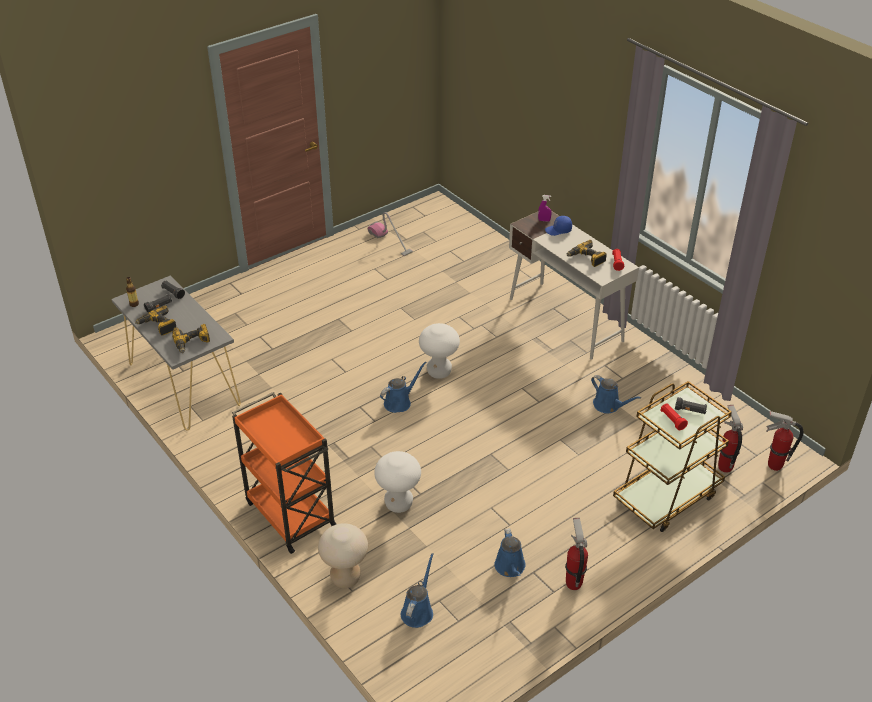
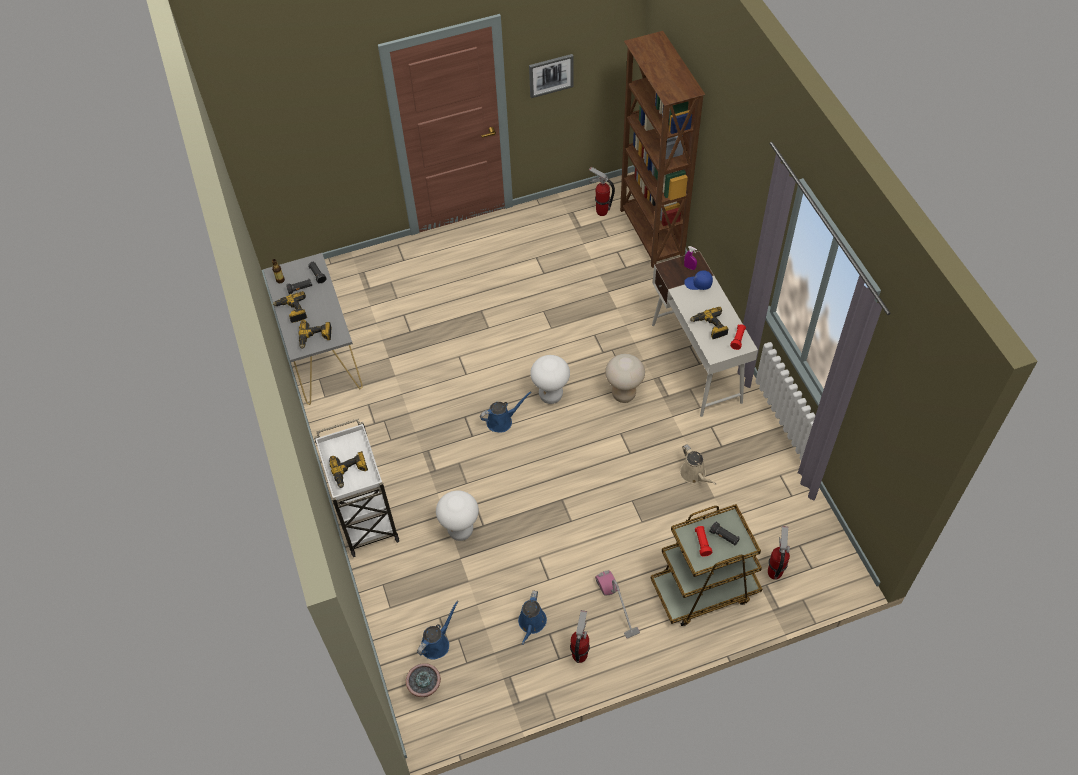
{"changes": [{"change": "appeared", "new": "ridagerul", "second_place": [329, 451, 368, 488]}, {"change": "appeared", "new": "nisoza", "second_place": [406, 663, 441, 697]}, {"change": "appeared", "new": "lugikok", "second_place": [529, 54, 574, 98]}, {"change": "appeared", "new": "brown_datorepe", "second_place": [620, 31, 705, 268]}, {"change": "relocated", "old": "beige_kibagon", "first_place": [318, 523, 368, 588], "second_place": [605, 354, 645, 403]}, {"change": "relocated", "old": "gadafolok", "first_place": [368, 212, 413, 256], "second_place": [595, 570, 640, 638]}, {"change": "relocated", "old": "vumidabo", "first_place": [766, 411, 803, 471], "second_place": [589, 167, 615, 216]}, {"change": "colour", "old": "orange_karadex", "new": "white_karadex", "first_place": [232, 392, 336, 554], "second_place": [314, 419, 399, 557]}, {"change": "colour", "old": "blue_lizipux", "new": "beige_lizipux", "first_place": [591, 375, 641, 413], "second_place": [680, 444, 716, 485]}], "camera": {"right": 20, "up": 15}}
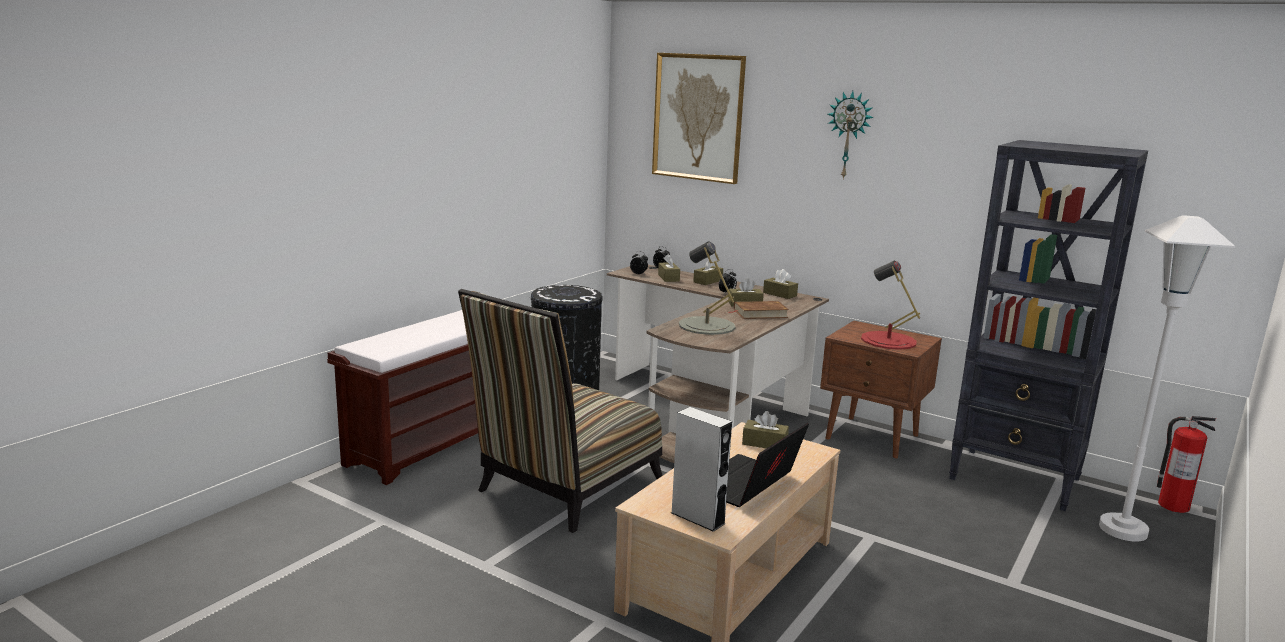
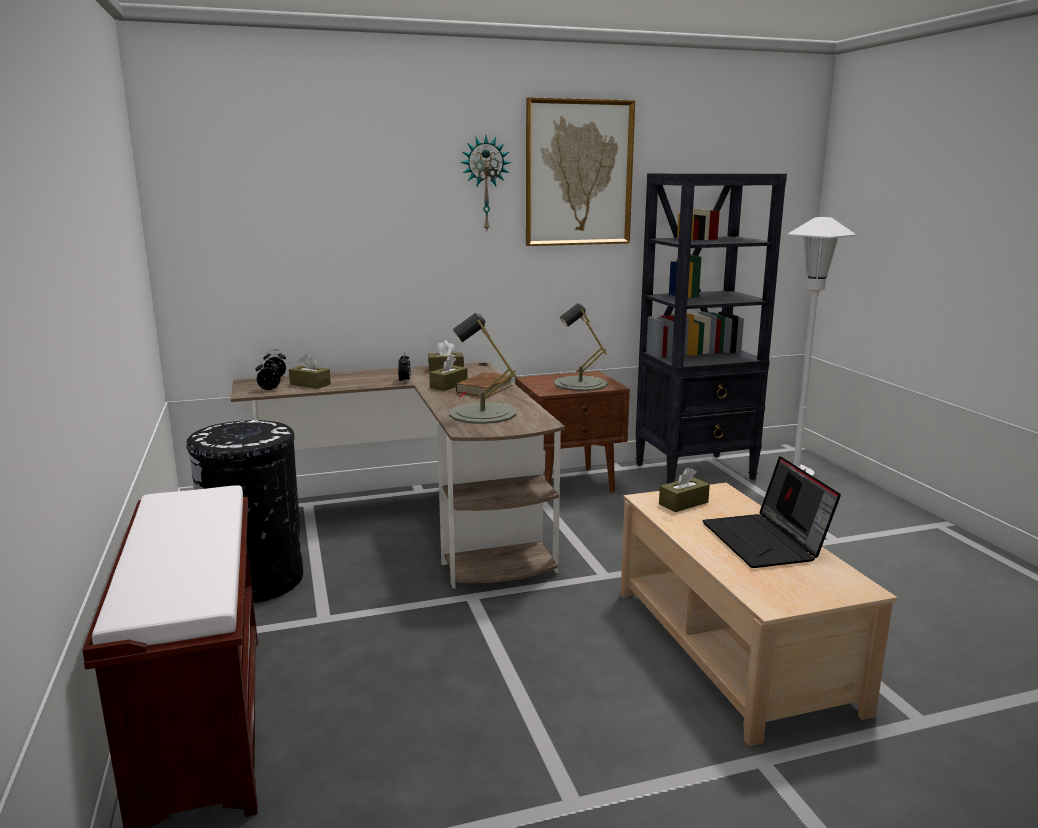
{"changes": [{"change": "missing", "old": "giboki", "first_place": [458, 289, 663, 533]}, {"change": "missing", "old": "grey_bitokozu", "first_place": [671, 407, 732, 532]}, {"change": "missing", "old": "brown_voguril", "first_place": [693, 257, 723, 285]}, {"change": "missing", "old": "vumidabo", "first_place": [1157, 416, 1216, 513]}, {"change": "relocated", "old": "lugikok", "first_place": [652, 53, 746, 184], "second_place": [526, 97, 635, 246]}, {"change": "colour", "old": "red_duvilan", "new": "grey_duvilan", "first_place": [861, 261, 920, 350], "second_place": [554, 303, 608, 391]}], "camera": {"right": -50, "up": 0}}
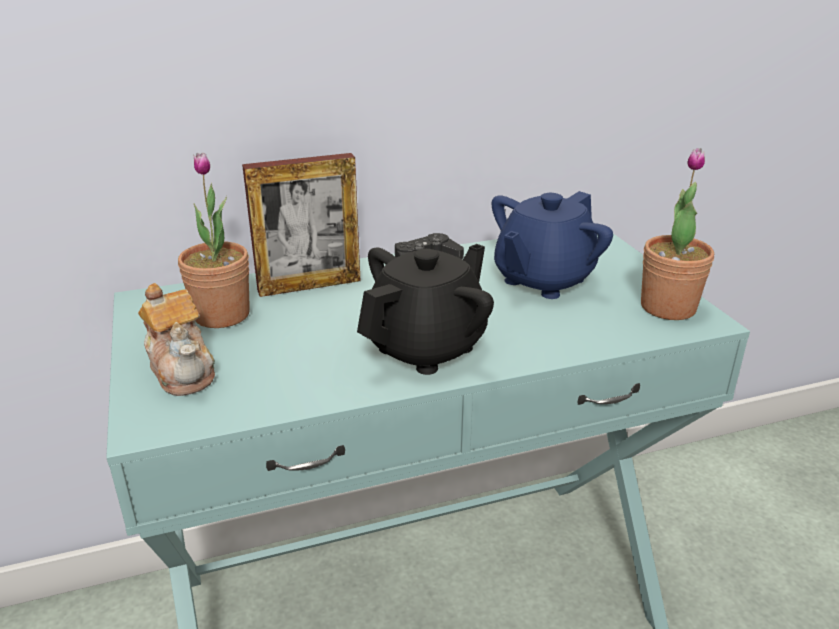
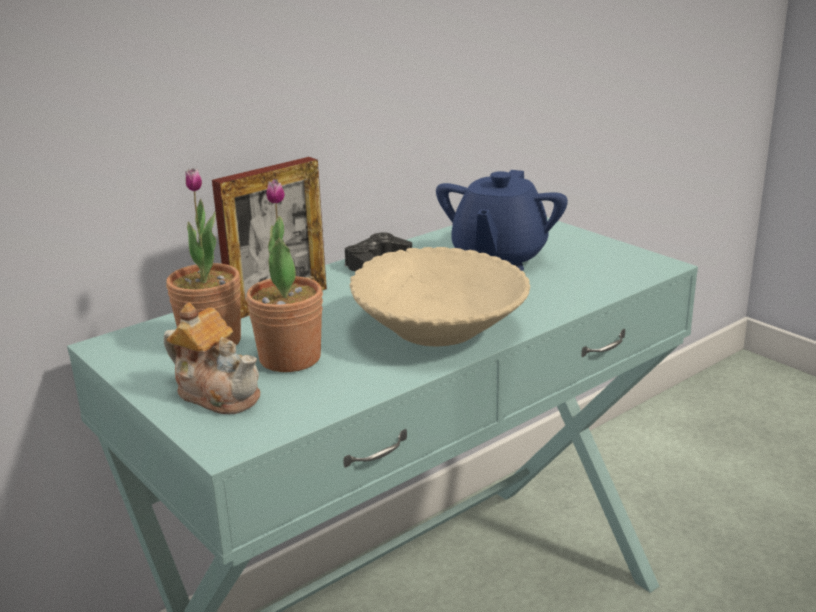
{"changes": [{"change": "relocated", "old": "nisoza", "first_place": [641, 148, 714, 320], "second_place": [246, 179, 323, 372]}, {"change": "exchanged", "old": "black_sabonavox", "new": "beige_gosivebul", "first_place": [357, 244, 494, 375], "second_place": [349, 247, 530, 346]}], "camera": {"right": -20, "up": -5}}
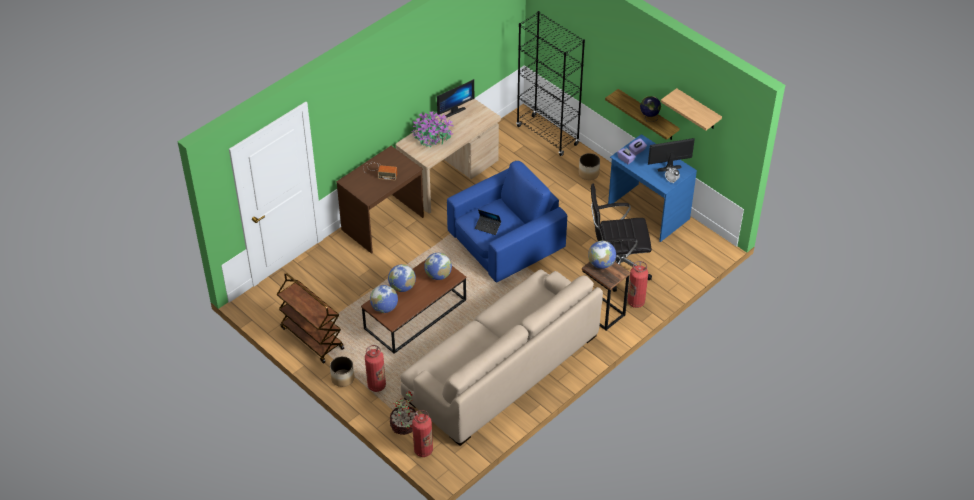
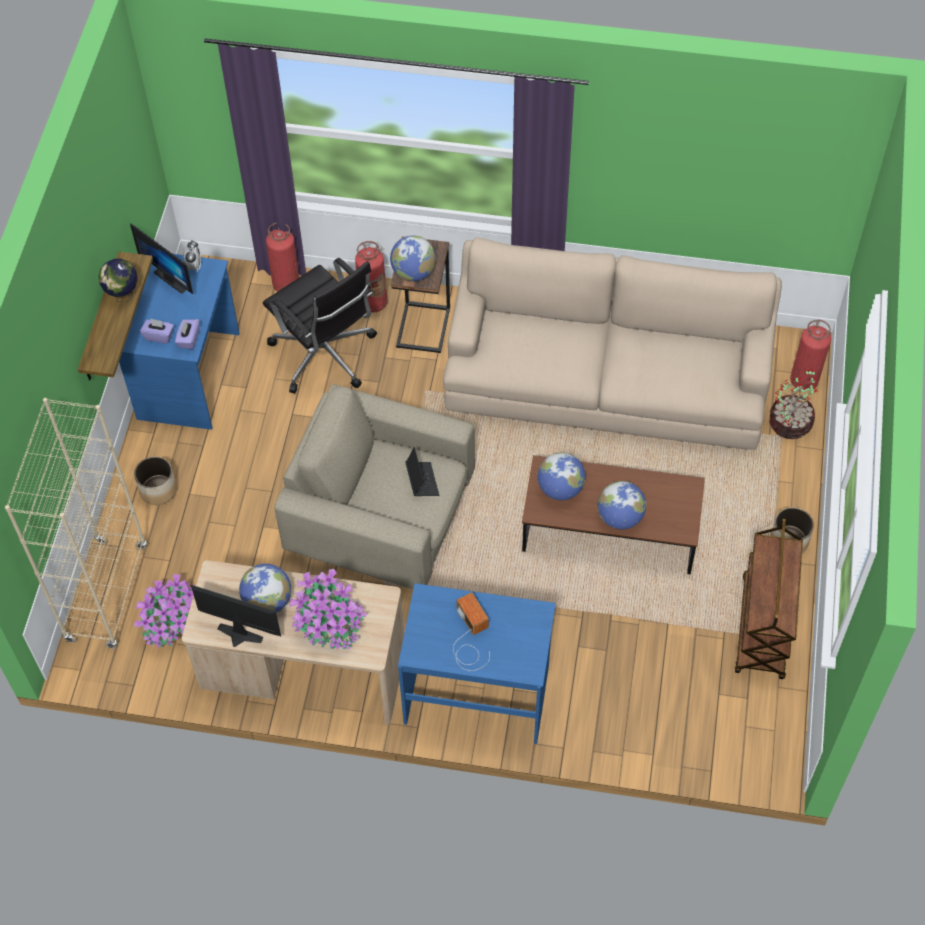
{"changes": [{"change": "missing", "old": "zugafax", "first_place": [661, 88, 722, 131]}, {"change": "appeared", "new": "nisoza", "second_place": [134, 574, 195, 648]}, {"change": "relocated", "old": "vumidabo", "first_place": [365, 345, 386, 392], "second_place": [266, 223, 299, 292]}, {"change": "relocated", "old": "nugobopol", "first_place": [370, 285, 398, 313], "second_place": [239, 564, 291, 613]}, {"change": "colour", "old": "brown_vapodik", "new": "blue_vapodik", "first_place": [336, 146, 424, 254], "second_place": [398, 583, 556, 744]}, {"change": "colour", "old": "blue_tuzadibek", "new": "beige_tuzadibek", "first_place": [447, 161, 567, 282], "second_place": [274, 384, 475, 589]}, {"change": "colour", "old": "black_datorepe", "new": "beige_datorepe", "first_place": [516, 11, 585, 156], "second_place": [5, 398, 147, 649]}], "camera": {"right": -125, "up": 10}}
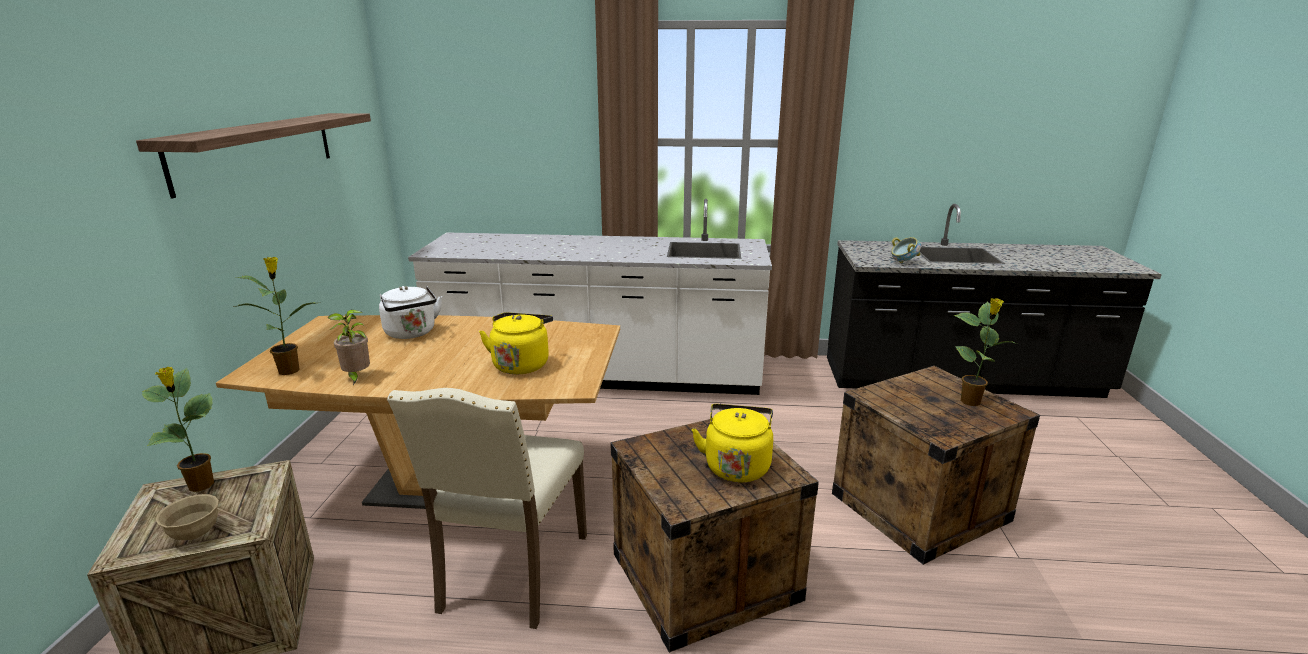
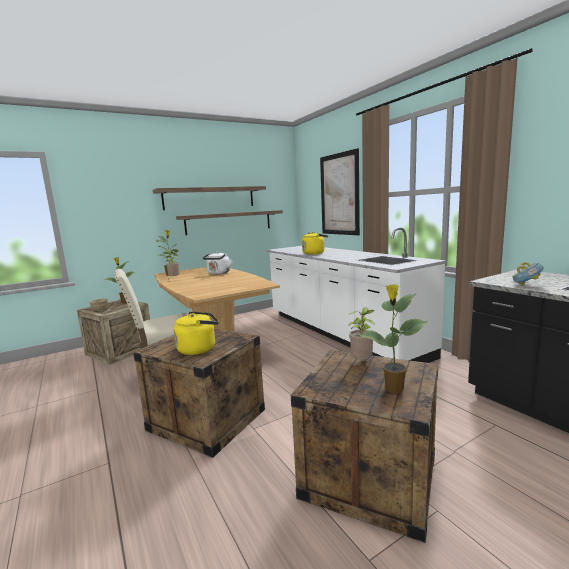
{"changes": [{"change": "appeared", "new": "zugafax", "second_place": [176, 210, 283, 235]}, {"change": "appeared", "new": "lugikok", "second_place": [320, 148, 360, 235]}, {"change": "appeared", "new": "nisoza", "second_place": [348, 307, 375, 360]}, {"change": "relocated", "old": "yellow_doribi", "first_place": [479, 312, 553, 374], "second_place": [302, 232, 328, 254]}], "camera": {"right": 55, "up": -10}}
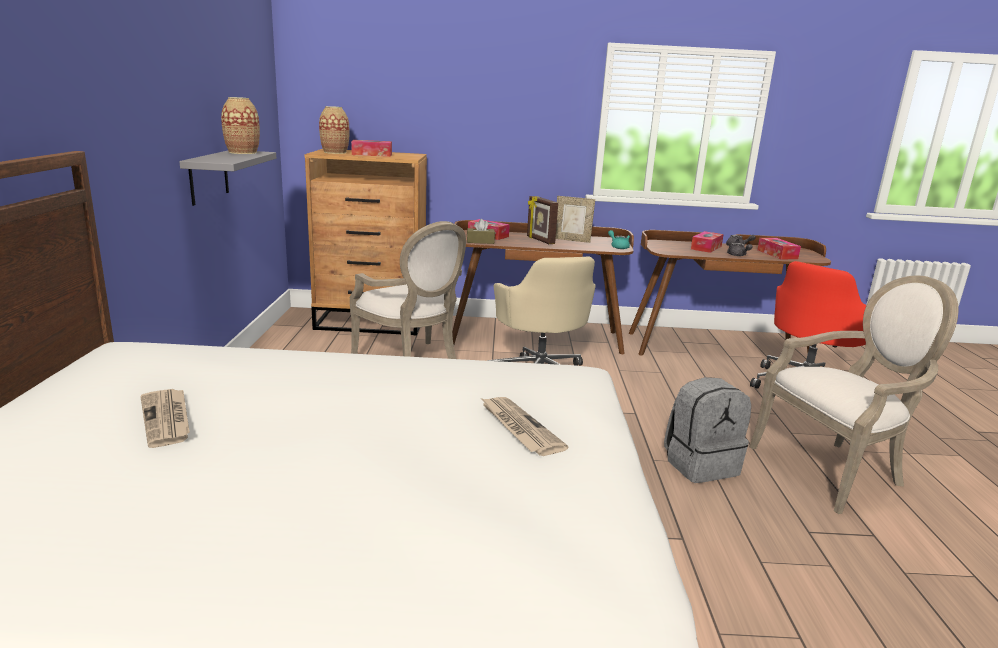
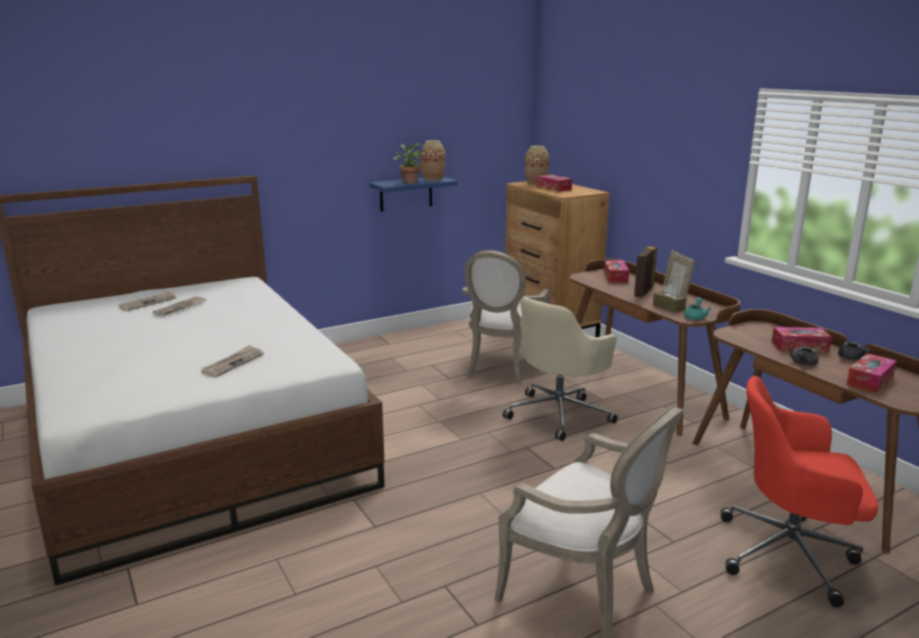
{"changes": [{"change": "missing", "old": "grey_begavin", "first_place": [664, 377, 751, 483]}, {"change": "appeared", "new": "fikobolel", "second_place": [119, 290, 176, 311]}, {"change": "appeared", "new": "nisoza", "second_place": [394, 143, 421, 183]}, {"change": "relocated", "old": "brown_voguril", "first_place": [467, 219, 495, 244], "second_place": [653, 284, 687, 313]}, {"change": "colour", "old": "grey_zugafax", "new": "blue_zugafax", "first_place": [179, 150, 276, 206], "second_place": [369, 177, 457, 212]}], "camera": {"right": 60, "up": 0}}
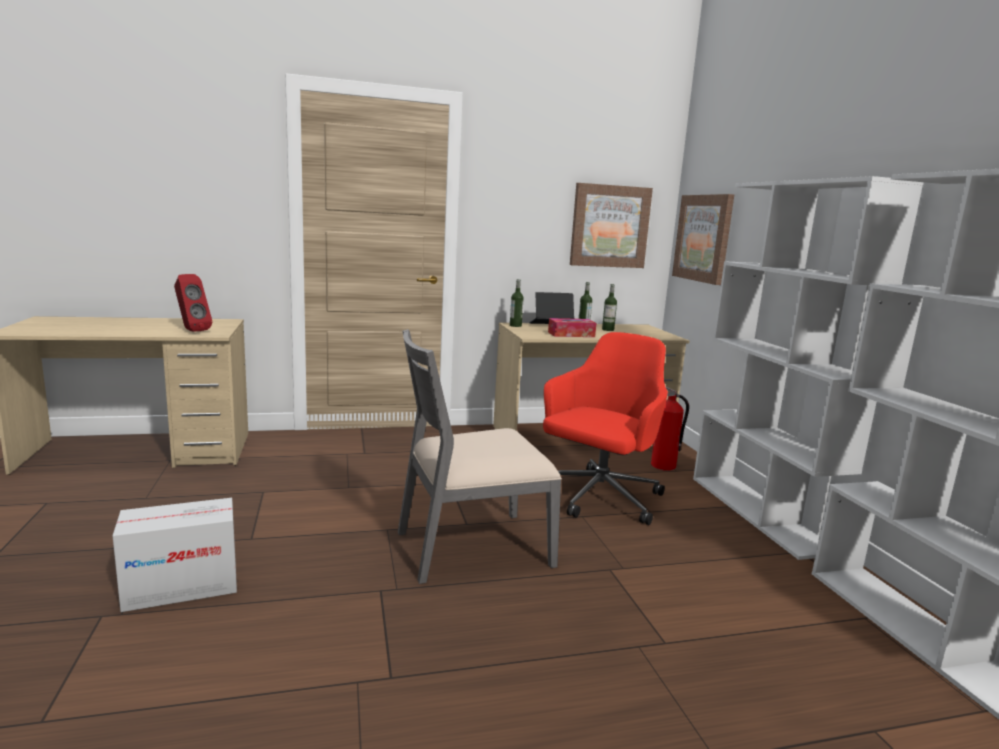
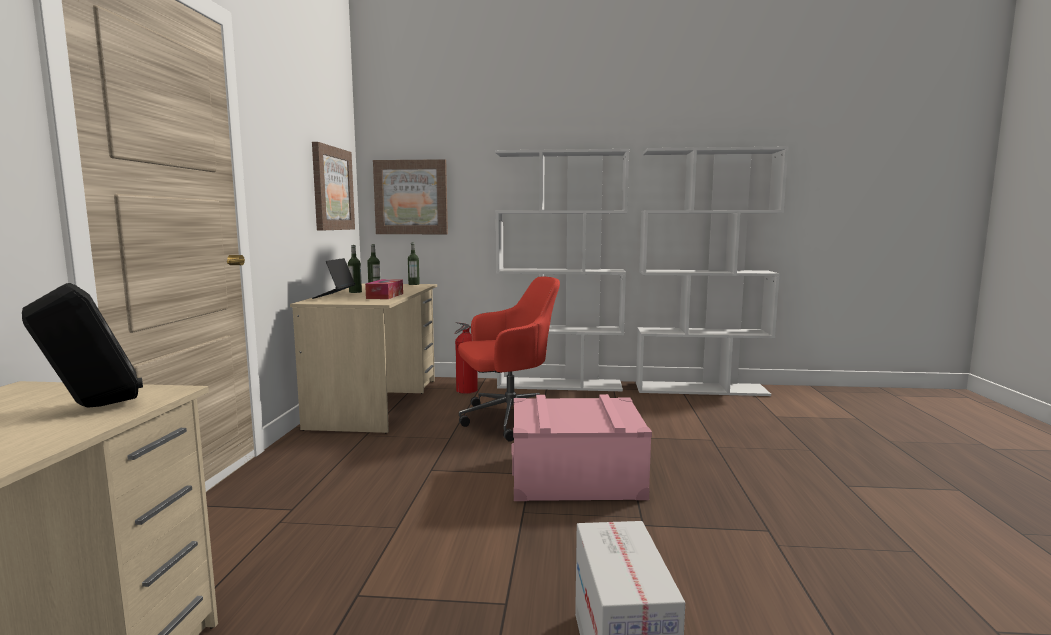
{"changes": [{"change": "relocated", "old": "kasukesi", "first_place": [510, 279, 524, 327], "second_place": [408, 242, 420, 285]}, {"change": "exchanged", "old": "grey_giboki", "new": "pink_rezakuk", "first_place": [398, 329, 562, 584], "second_place": [511, 394, 652, 501]}, {"change": "colour", "old": "red_bitokozu", "new": "black_bitokozu", "first_place": [174, 274, 212, 332], "second_place": [22, 283, 143, 408]}, {"change": "spun", "old": "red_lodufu", "first_place": [543, 332, 668, 525], "second_place": [458, 276, 560, 442], "degrees": 105}], "camera": {"right": -70, "up": -5}}
